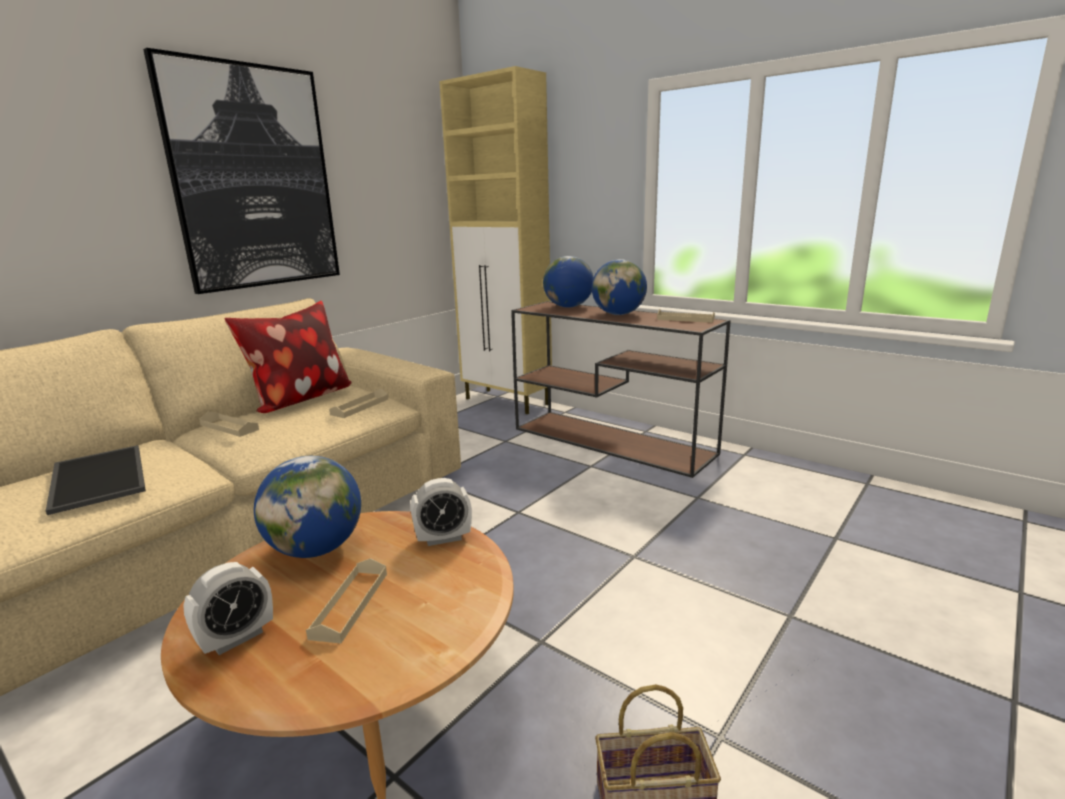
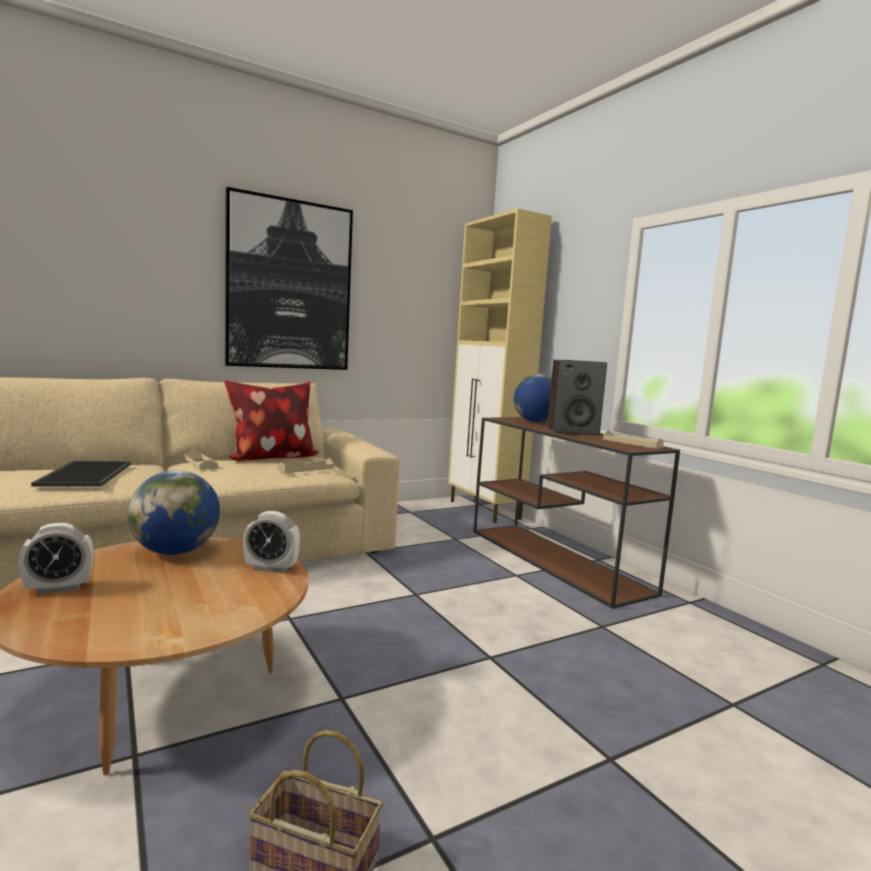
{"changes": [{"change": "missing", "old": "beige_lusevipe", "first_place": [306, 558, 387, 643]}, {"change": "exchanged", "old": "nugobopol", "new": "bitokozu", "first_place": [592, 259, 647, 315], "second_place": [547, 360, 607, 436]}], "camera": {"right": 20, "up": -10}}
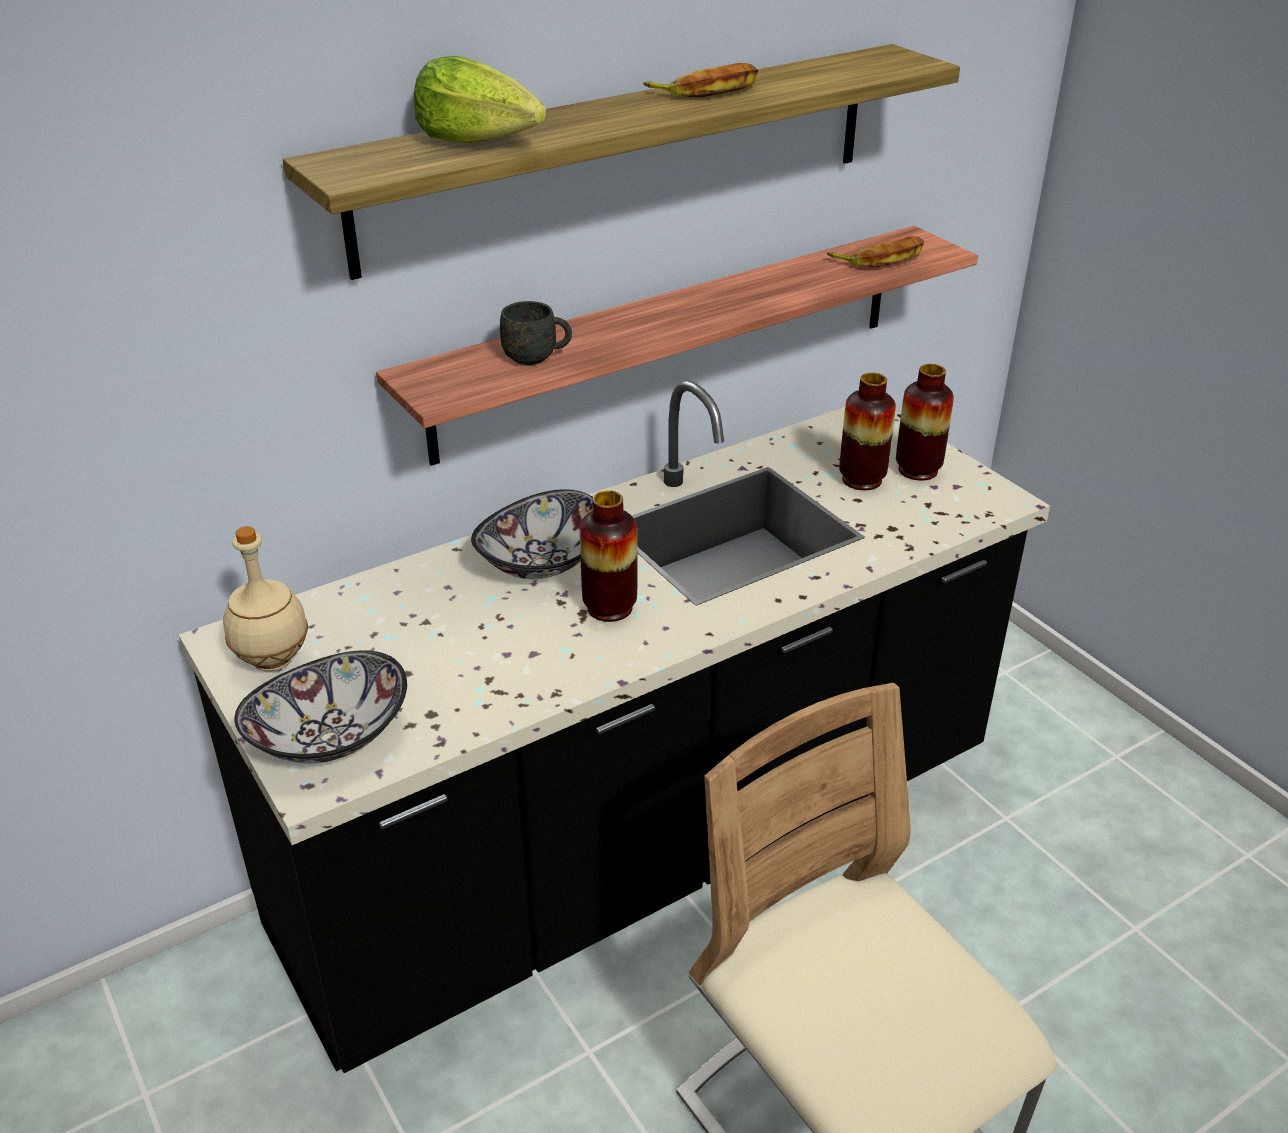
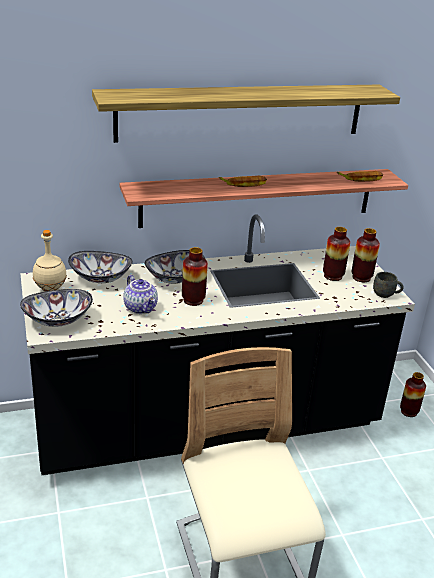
{"changes": [{"change": "missing", "old": "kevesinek", "first_place": [414, 56, 546, 143]}, {"change": "appeared", "new": "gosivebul", "second_place": [68, 251, 132, 283]}, {"change": "appeared", "new": "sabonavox", "second_place": [123, 275, 158, 314]}, {"change": "appeared", "new": "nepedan", "second_place": [400, 372, 426, 417]}, {"change": "relocated", "old": "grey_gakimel", "first_place": [500, 301, 572, 365], "second_place": [373, 272, 404, 298]}, {"change": "relocated", "old": "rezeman", "first_place": [643, 63, 758, 97], "second_place": [219, 176, 267, 187]}], "camera": {"right": 15, "up": -5}}
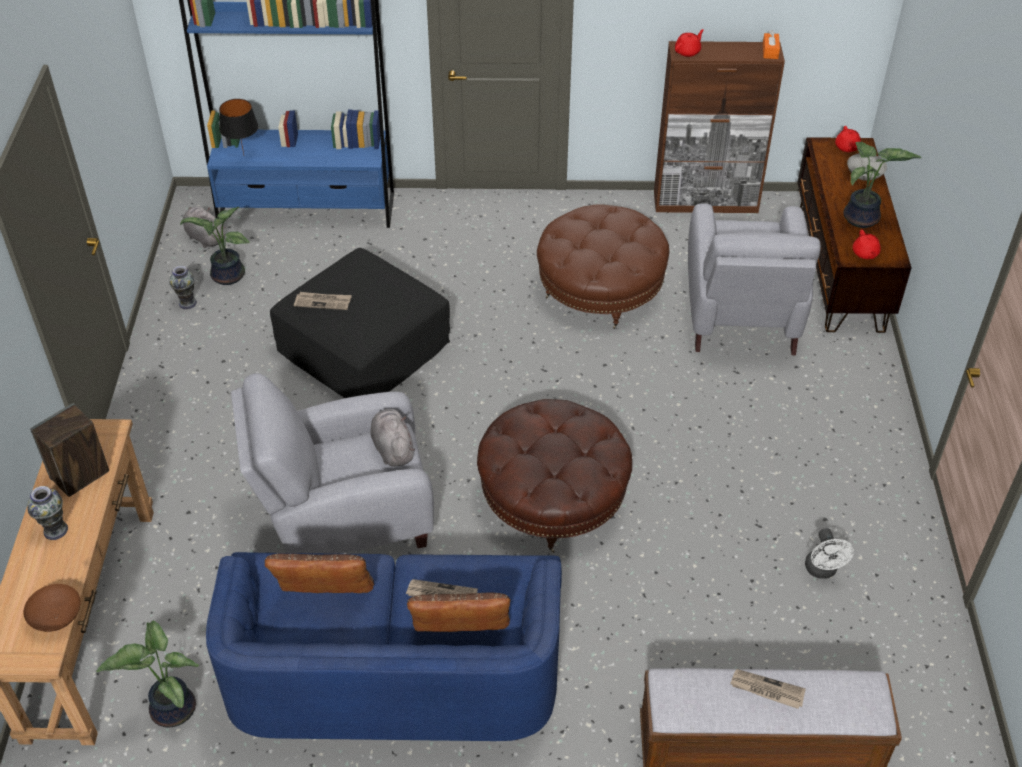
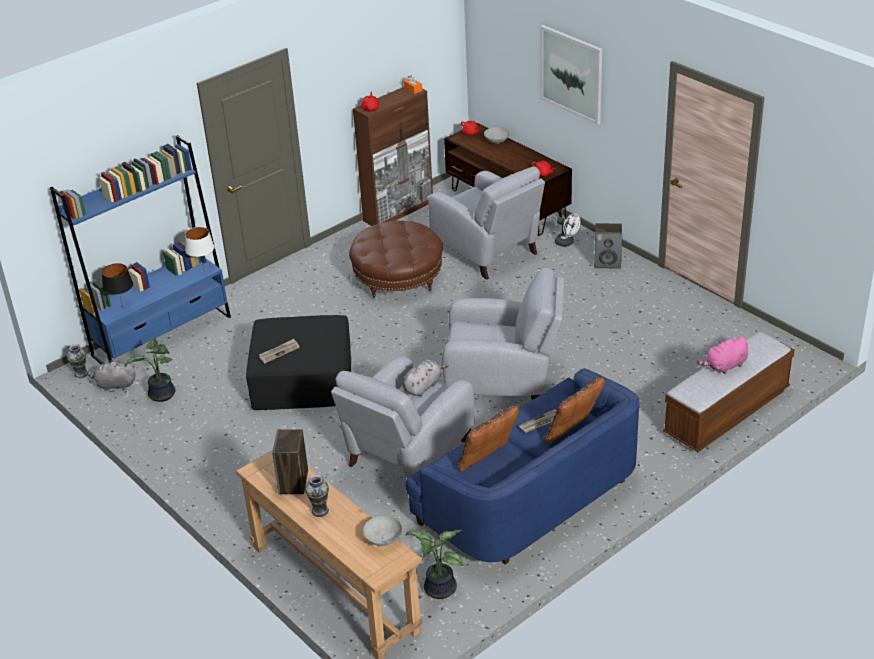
{"changes": [{"change": "missing", "old": "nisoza", "first_place": [843, 142, 922, 228]}, {"change": "appeared", "new": "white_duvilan", "second_place": [185, 227, 215, 270]}, {"change": "appeared", "new": "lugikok", "second_place": [540, 25, 602, 125]}, {"change": "appeared", "new": "bitokozu", "second_place": [594, 223, 622, 269]}, {"change": "relocated", "old": "nepedan", "first_place": [169, 266, 197, 309], "second_place": [67, 344, 88, 378]}, {"change": "relocated", "old": "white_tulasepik", "first_place": [805, 528, 854, 579], "second_place": [555, 214, 580, 247]}, {"change": "exchanged", "old": "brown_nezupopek", "new": "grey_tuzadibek", "first_place": [477, 399, 632, 553], "second_place": [442, 268, 564, 400]}, {"change": "exchanged", "old": "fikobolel", "new": "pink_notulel", "first_place": [730, 669, 806, 709], "second_place": [697, 337, 748, 374]}, {"change": "colour", "old": "brown_gosivebul", "new": "grey_gosivebul", "first_place": [23, 584, 81, 632], "second_place": [363, 516, 402, 546]}, {"change": "spun", "old": "grey_notulel", "first_place": [371, 409, 415, 467], "second_place": [403, 359, 448, 396], "degrees": 105}], "camera": {"right": -40, "up": -10}}
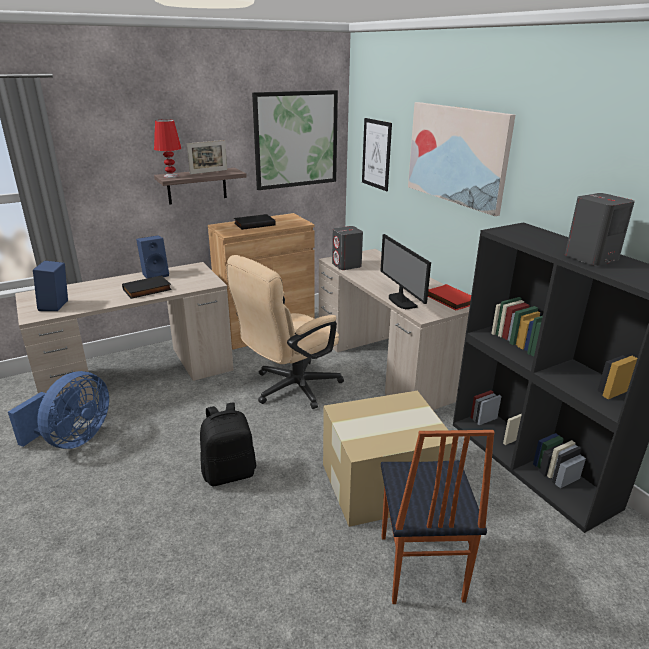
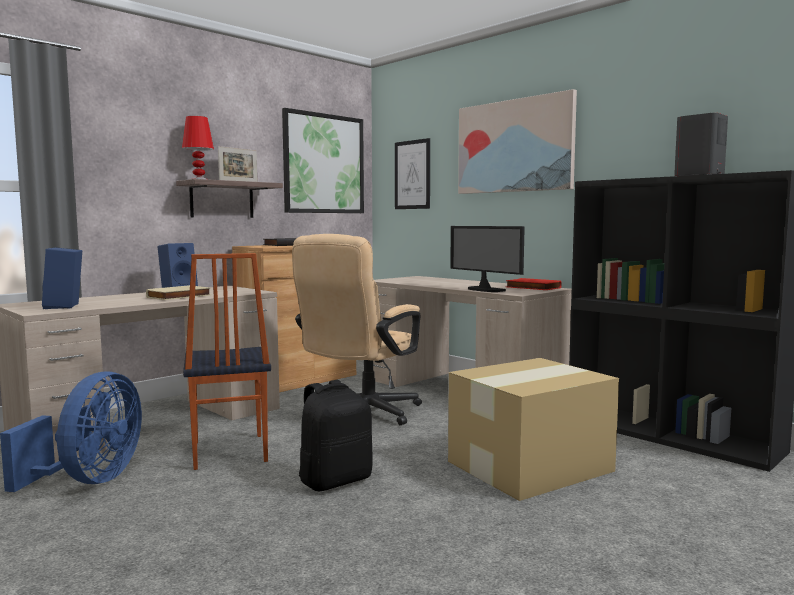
{"changes": [{"change": "missing", "old": "grey_bitokozu", "first_place": [332, 226, 363, 270]}, {"change": "relocated", "old": "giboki", "first_place": [381, 430, 495, 604], "second_place": [183, 253, 271, 470]}, {"change": "colour", "old": "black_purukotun", "new": "beige_purukotun", "first_place": [122, 275, 172, 299], "second_place": [146, 285, 211, 300]}], "camera": {"right": -15, "up": -20}}
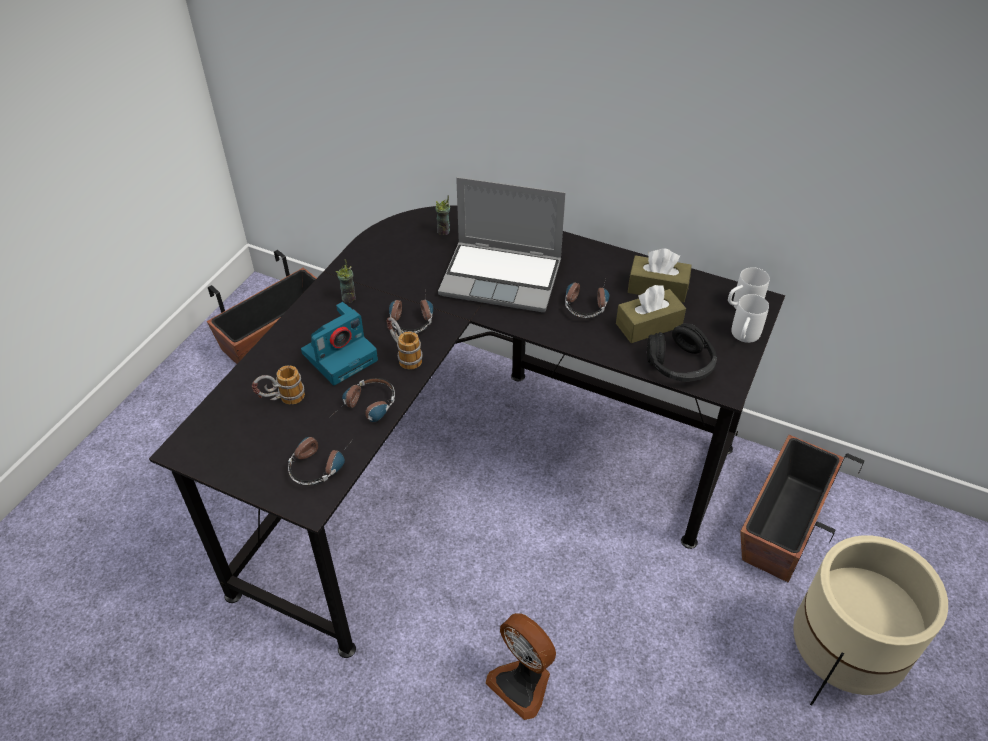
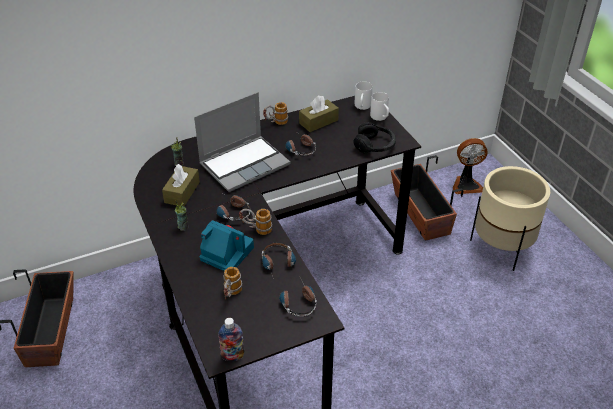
{"changes": [{"change": "appeared", "new": "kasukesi", "second_place": [218, 318, 244, 361]}, {"change": "appeared", "new": "gakimel", "second_place": [263, 102, 288, 125]}, {"change": "relocated", "old": "tulasepik", "first_place": [485, 613, 556, 720], "second_place": [453, 138, 488, 194]}, {"change": "relocated", "old": "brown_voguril", "first_place": [616, 285, 686, 343], "second_place": [162, 164, 200, 206]}, {"change": "spun", "old": "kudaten", "first_place": [301, 302, 378, 385], "second_place": [199, 220, 254, 271], "degrees": -60}], "camera": {"right": -50, "up": -5}}
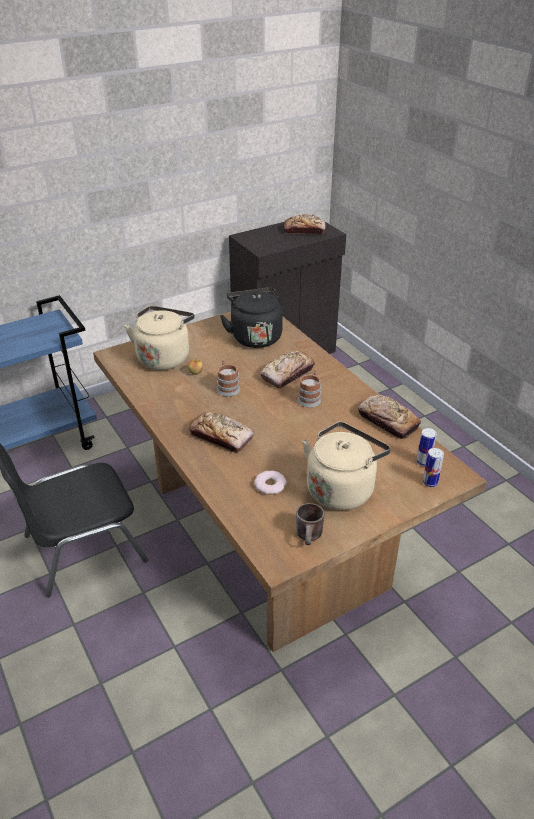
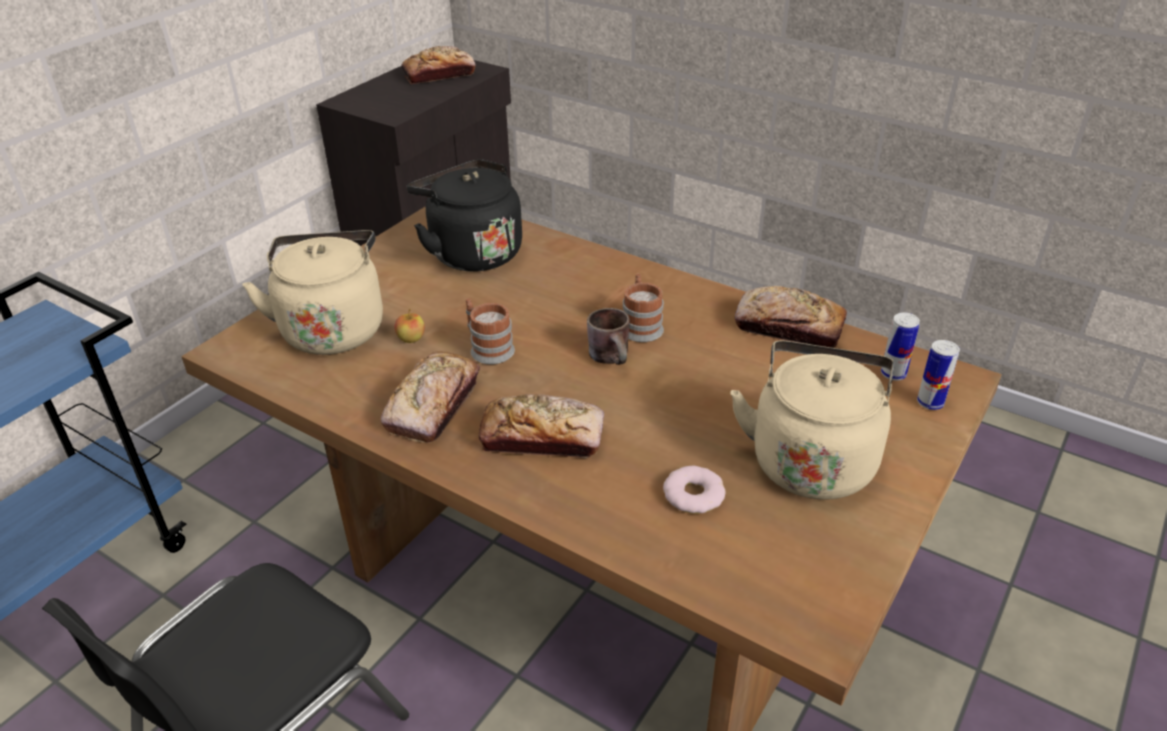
{"changes": [{"change": "relocated", "old": "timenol", "first_place": [260, 350, 315, 388], "second_place": [381, 351, 480, 443]}, {"change": "relocated", "old": "brown_gakimel", "first_place": [296, 503, 325, 545], "second_place": [587, 308, 630, 365]}], "camera": {"right": -25, "up": 0}}
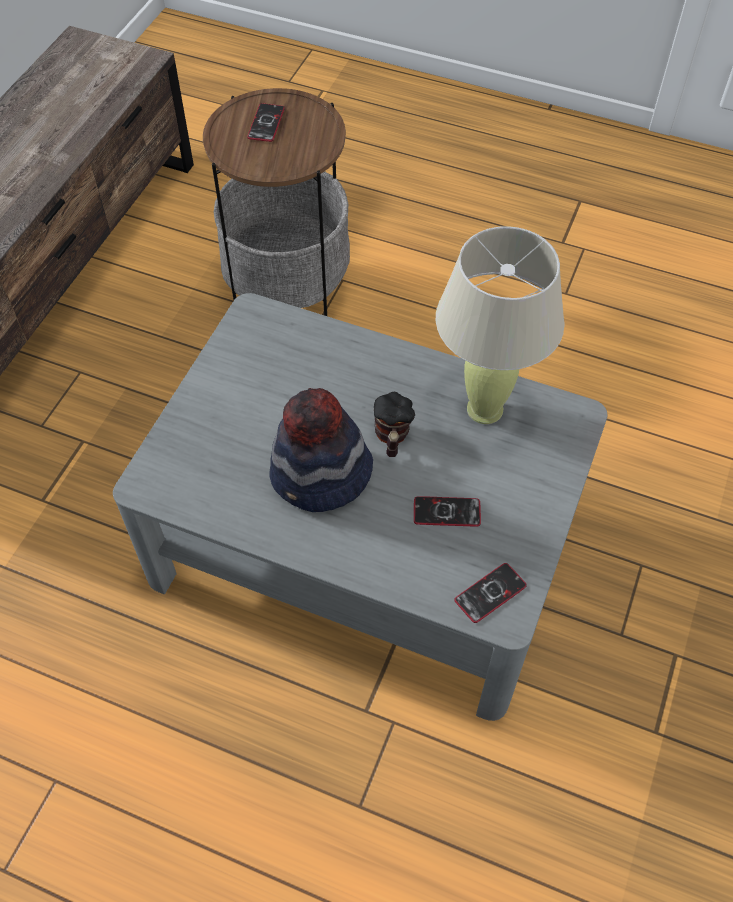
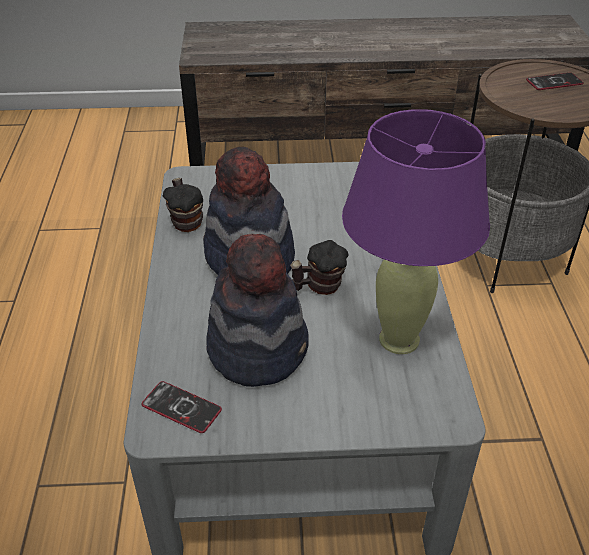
{"changes": [{"change": "appeared", "new": "gakimel", "second_place": [163, 178, 203, 232]}, {"change": "exchanged", "old": "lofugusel", "new": "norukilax", "first_place": [414, 496, 481, 527], "second_place": [206, 234, 309, 387]}, {"change": "colour", "old": "beige_duvilan", "new": "purple_duvilan", "first_place": [436, 226, 564, 424], "second_place": [342, 109, 490, 354]}], "camera": {"right": 65, "up": -15}}
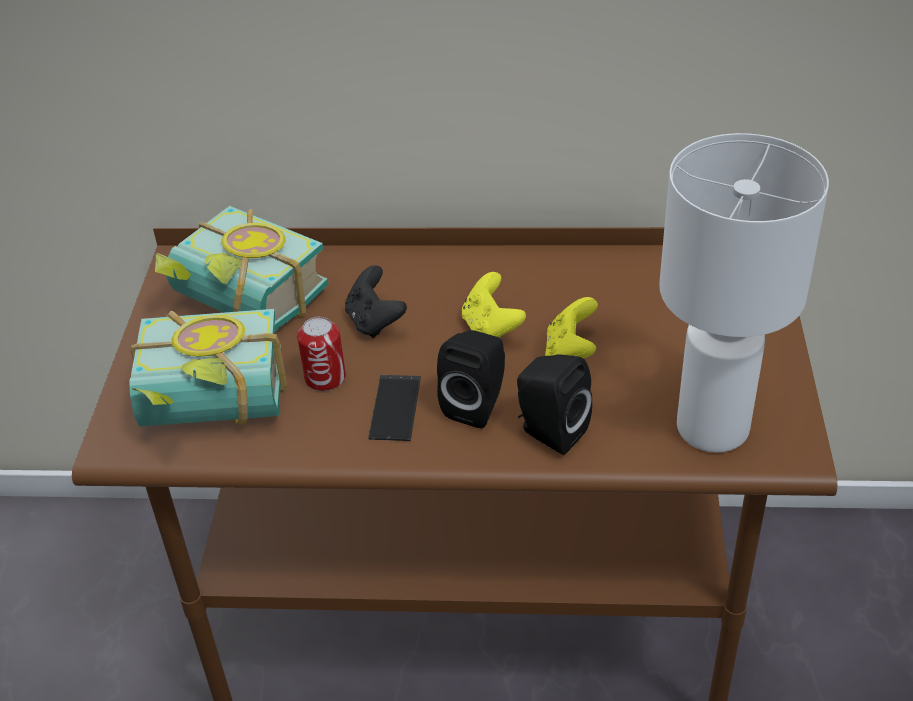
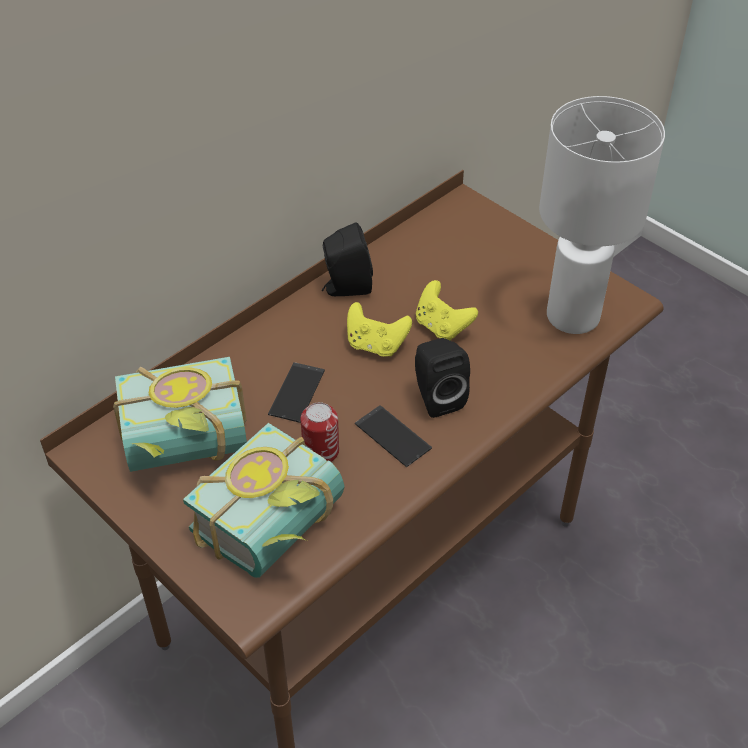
{"changes": [{"change": "relocated", "old": "black_bitokozu", "first_place": [517, 354, 592, 455], "second_place": [322, 222, 373, 296]}, {"change": "exchanged", "old": "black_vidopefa", "new": "lofugusel", "first_place": [345, 265, 407, 338], "second_place": [268, 362, 325, 423]}], "camera": {"right": -50, "up": 5}}
